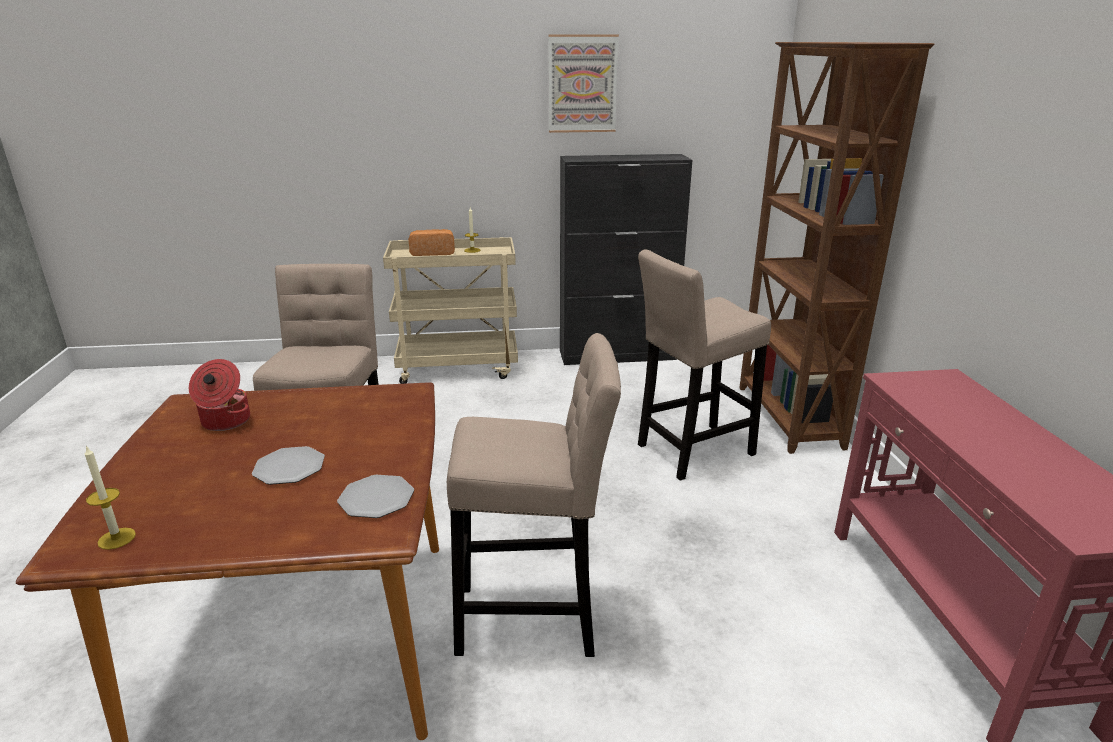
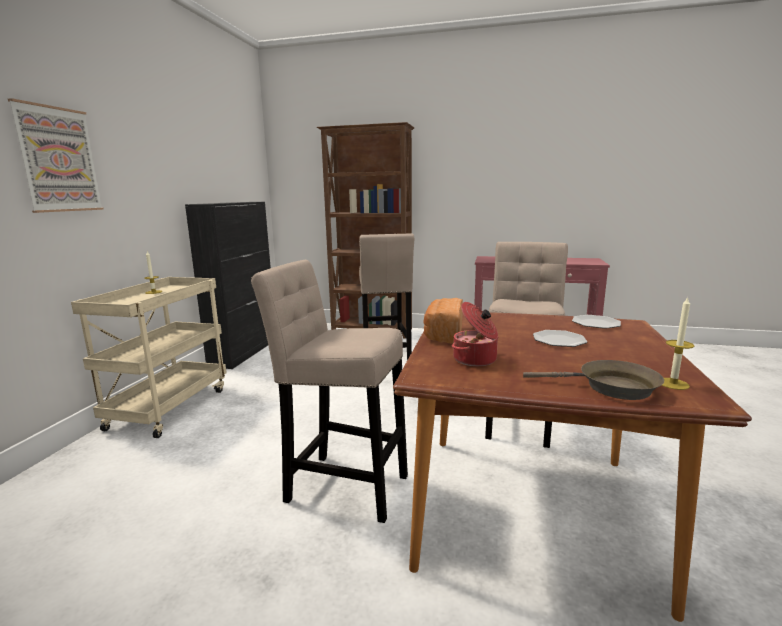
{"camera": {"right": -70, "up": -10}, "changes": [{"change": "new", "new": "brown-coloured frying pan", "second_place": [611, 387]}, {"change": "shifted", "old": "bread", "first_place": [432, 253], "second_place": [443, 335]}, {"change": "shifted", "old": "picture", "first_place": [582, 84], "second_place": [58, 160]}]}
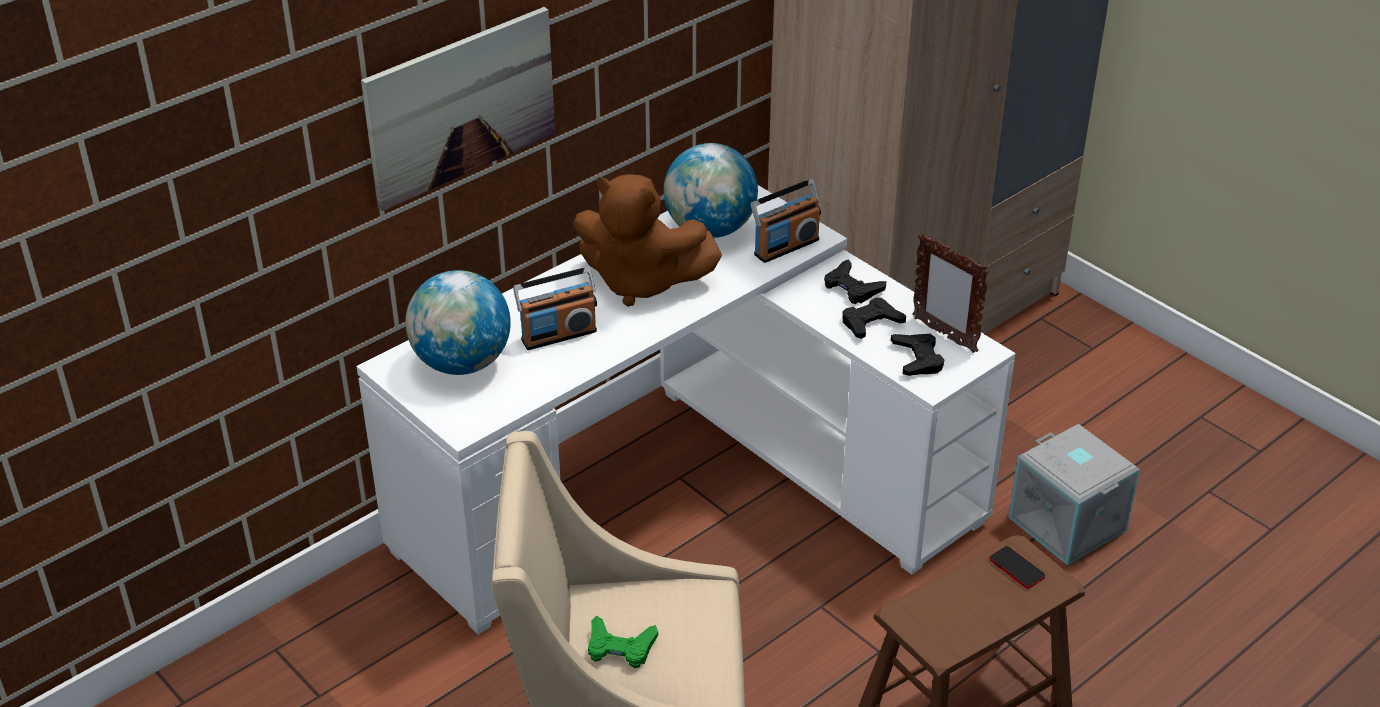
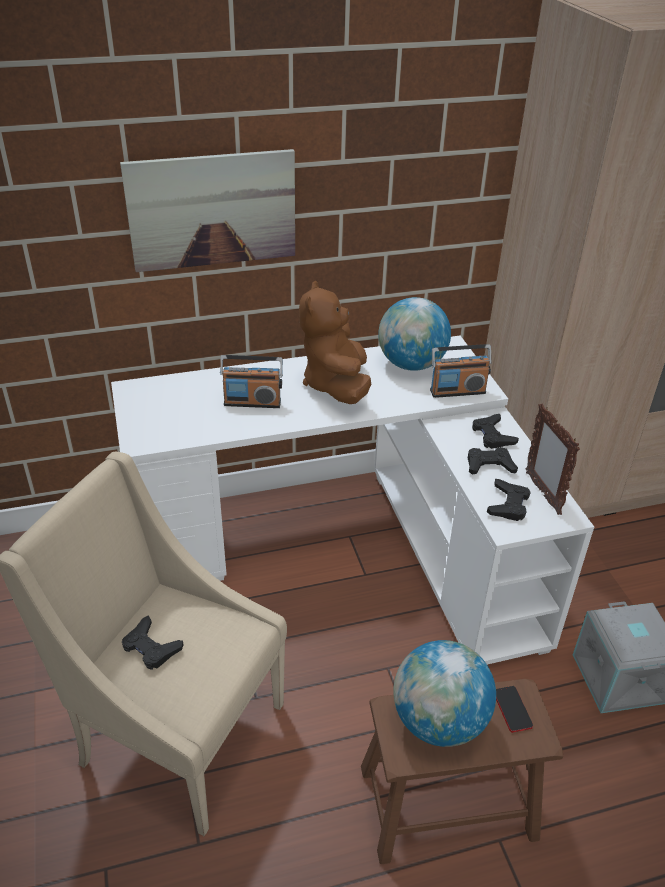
{"camera": {"right": 25, "up": 0}, "changes": [{"change": "shifted", "old": "world globe", "first_place": [462, 363], "second_place": [439, 722]}, {"change": "repainted", "old": "green gamepad", "new": "black-coloured gamepad", "first_place": [620, 647], "second_place": [151, 647]}, {"change": "rotated", "old": "brown-coloured soft toy", "first_place": [641, 282], "second_place": [336, 385], "degrees": 45}]}
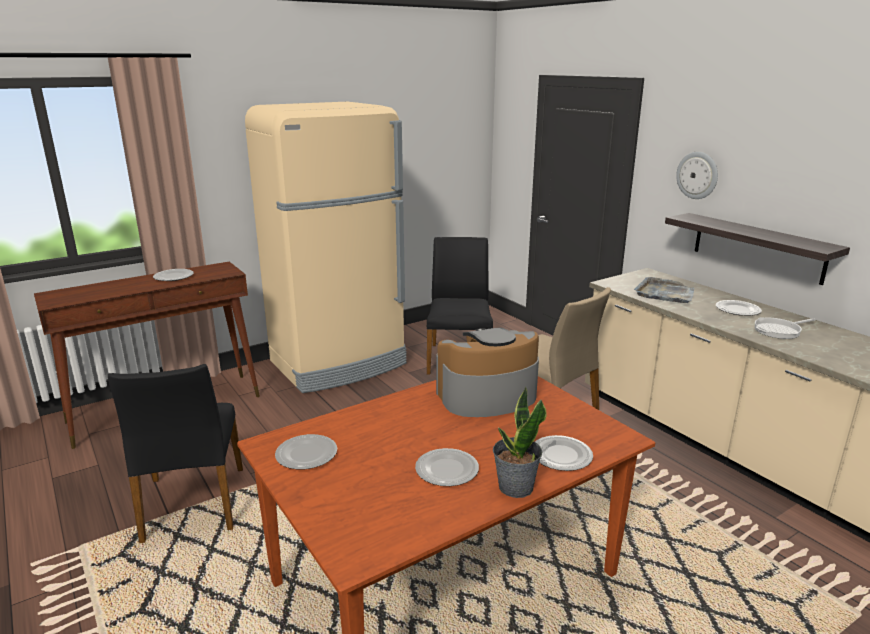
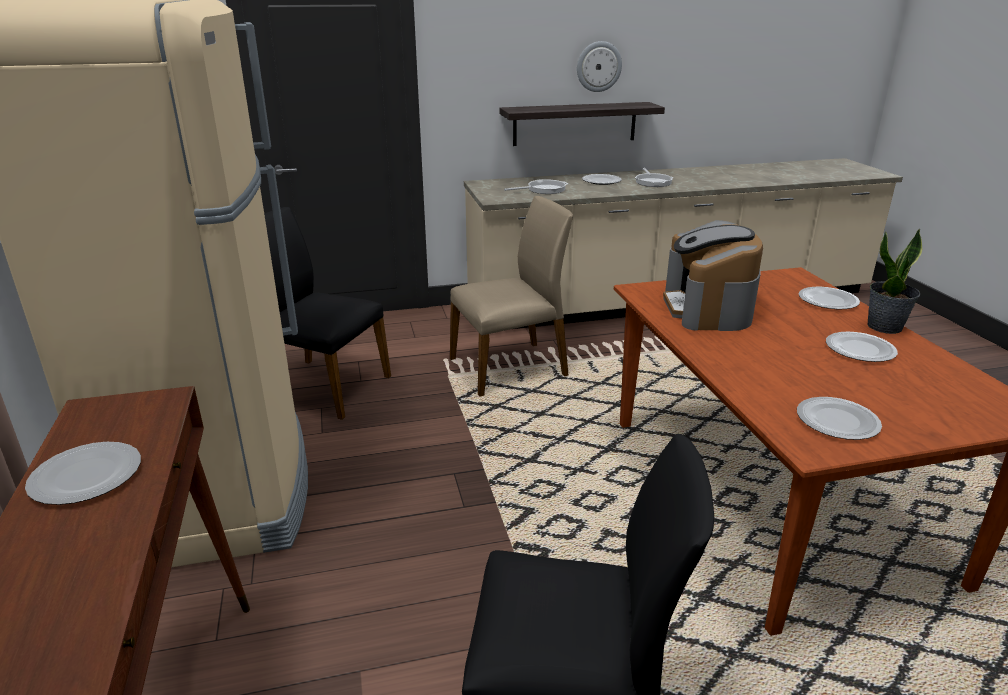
{"camera": {"right": -70, "up": 5}, "changes": [{"change": "shifted", "old": "hanging clock", "first_place": [697, 175], "second_place": [598, 66]}, {"change": "swapped", "old": "gray tray", "new": "frying pan", "first_place": [665, 293], "second_place": [543, 190]}]}
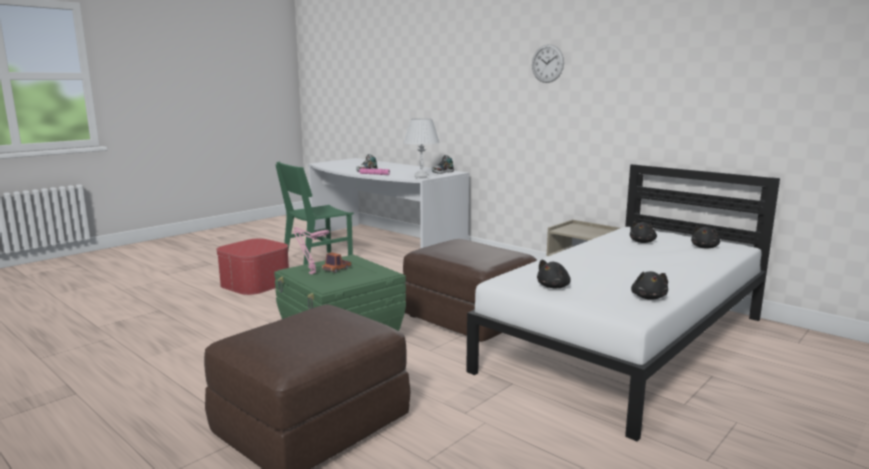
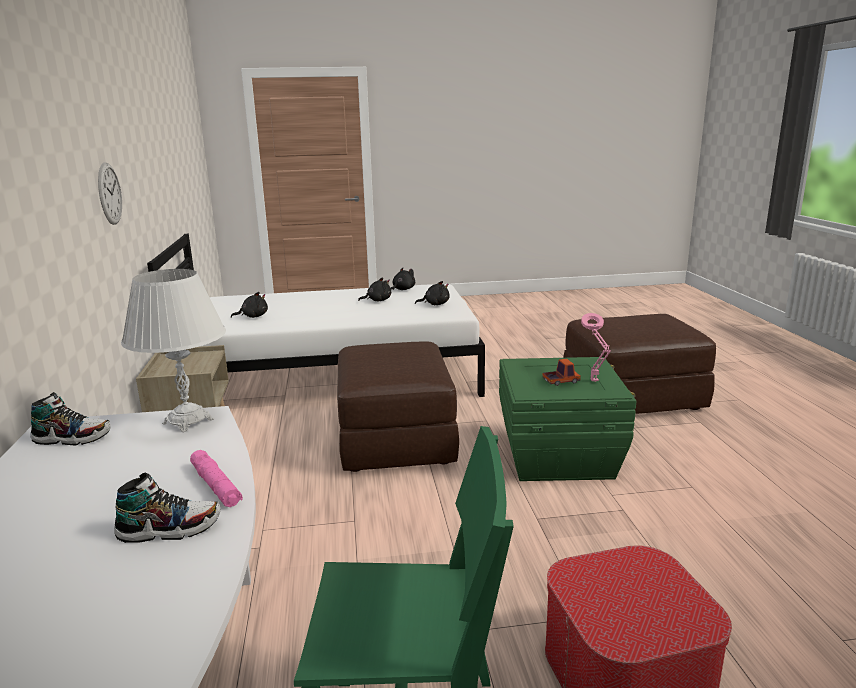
{"camera": {"right": -140, "up": 5}, "changes": [{"change": "shifted", "old": "hanging clock", "first_place": [547, 63], "second_place": [109, 193]}, {"change": "shifted", "old": "black-coloured soft toy", "first_place": [704, 247], "second_place": [377, 300]}]}
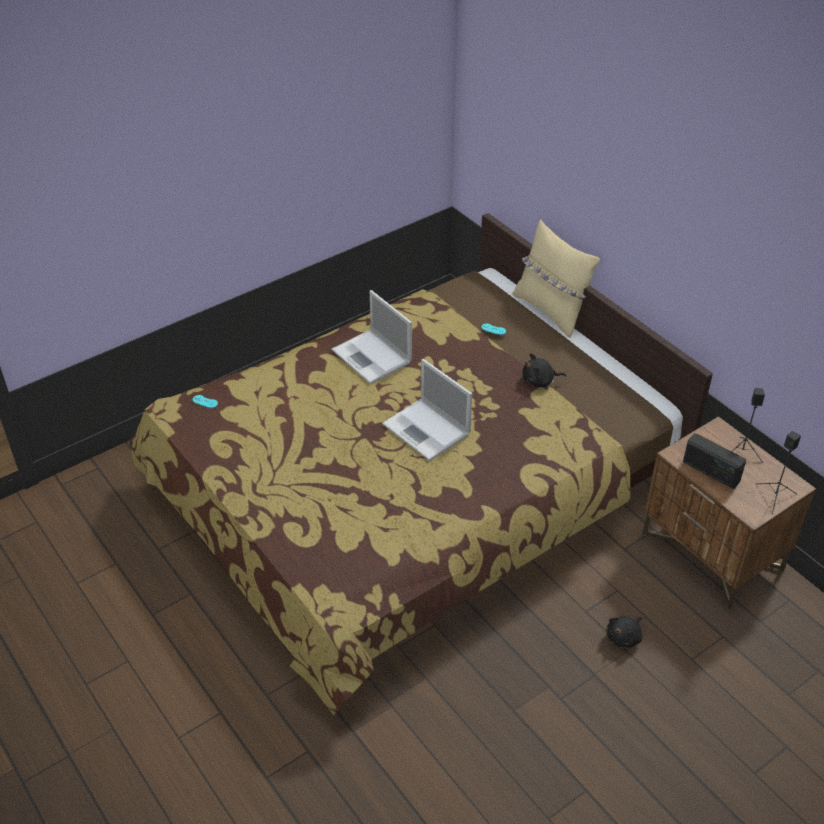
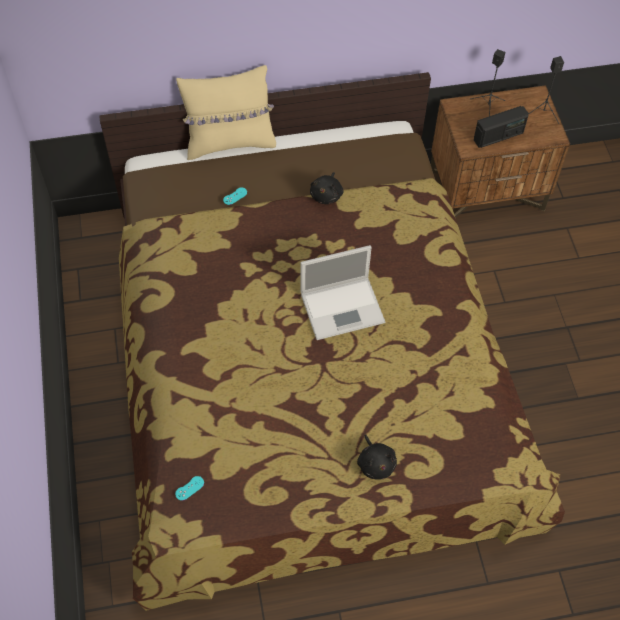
{"camera": {"right": -65, "up": 15}, "changes": [{"change": "gone", "old": "laptop", "first_place": [373, 357]}, {"change": "shifted", "old": "black-coloured soft toy", "first_place": [624, 637], "second_place": [376, 463]}]}
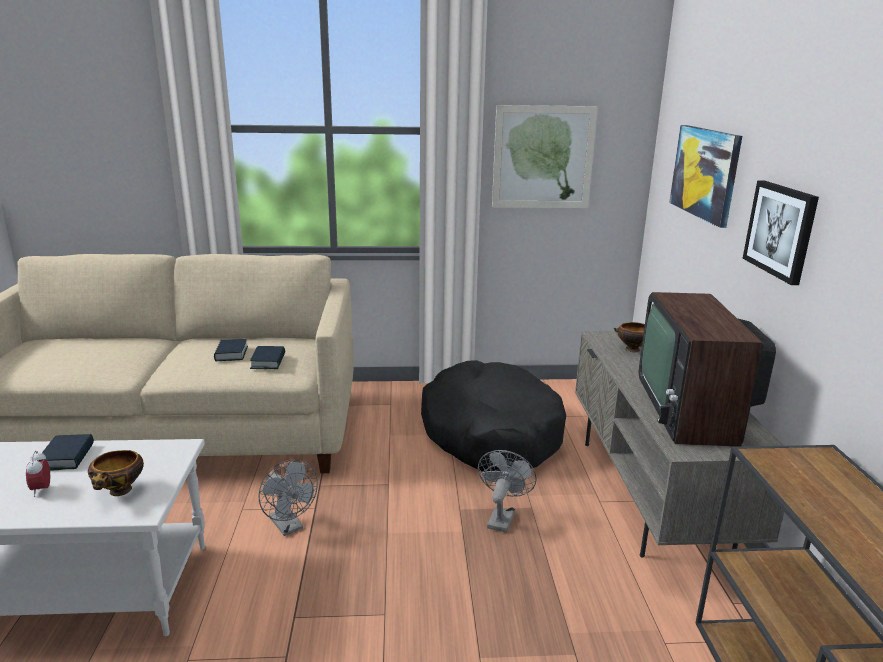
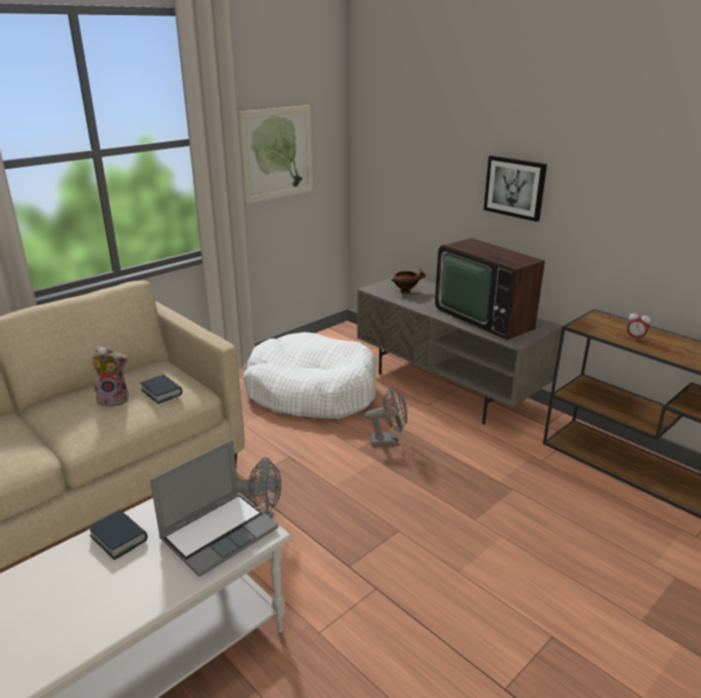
{"camera": {"right": -40, "up": 5}, "changes": [{"change": "gone", "old": "picture", "first_place": [705, 173]}, {"change": "shifted", "old": "bedside clock", "first_place": [42, 490], "second_place": [635, 338]}, {"change": "swapped", "old": "bowl", "new": "laptop", "first_place": [120, 492], "second_place": [219, 533]}, {"change": "swapped", "old": "bound book", "new": "soft toy", "first_place": [231, 354], "second_place": [114, 399]}, {"change": "repainted", "old": "black-coloured dog cushion", "new": "white-coloured dog cushion", "first_place": [490, 433], "second_place": [311, 391]}, {"change": "rotated", "old": "gray electric fan", "first_place": [502, 517], "second_place": [388, 440], "degrees": 105}]}
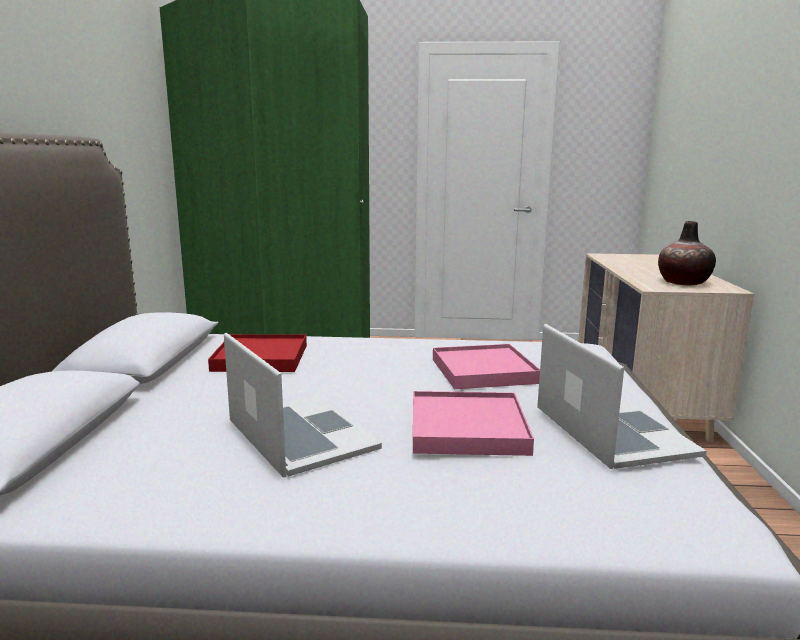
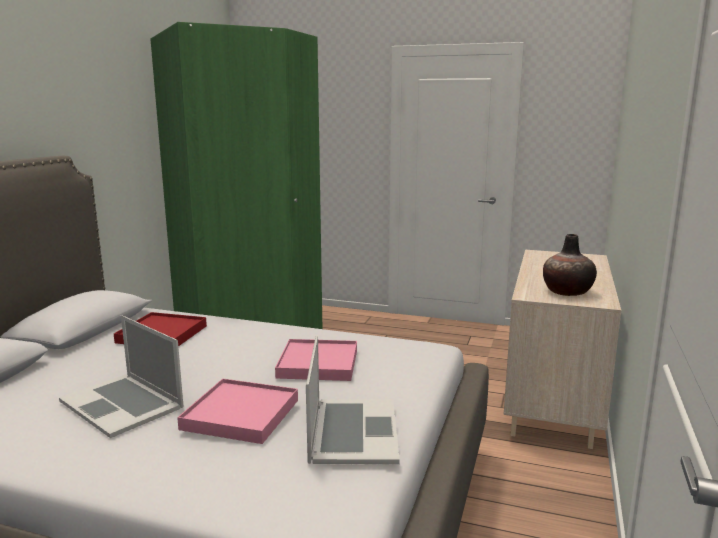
{"camera": {"right": 15, "up": 0}, "changes": [{"change": "rotated", "old": "laptop", "first_place": [300, 434], "second_place": [122, 404], "degrees": 150}]}
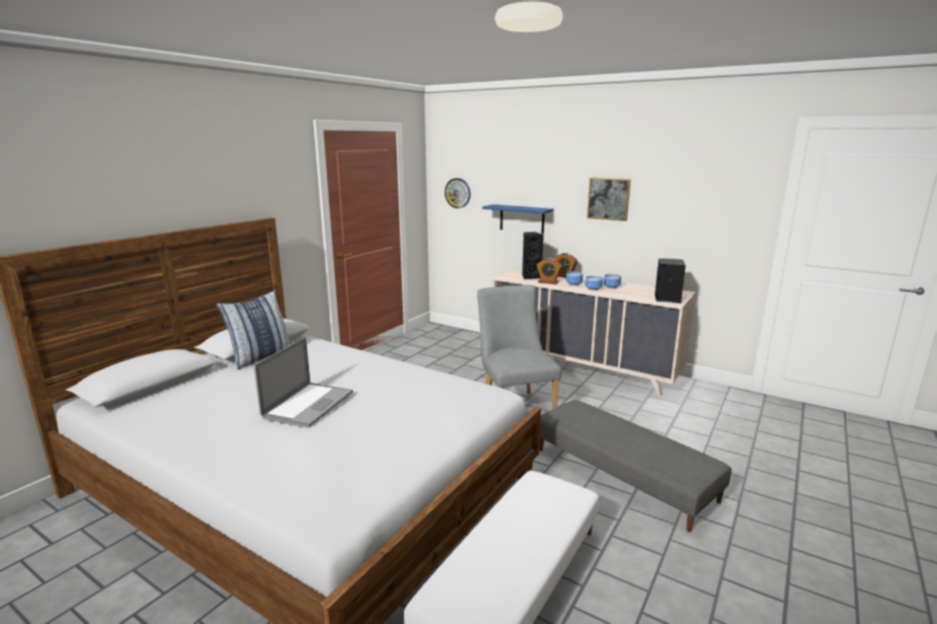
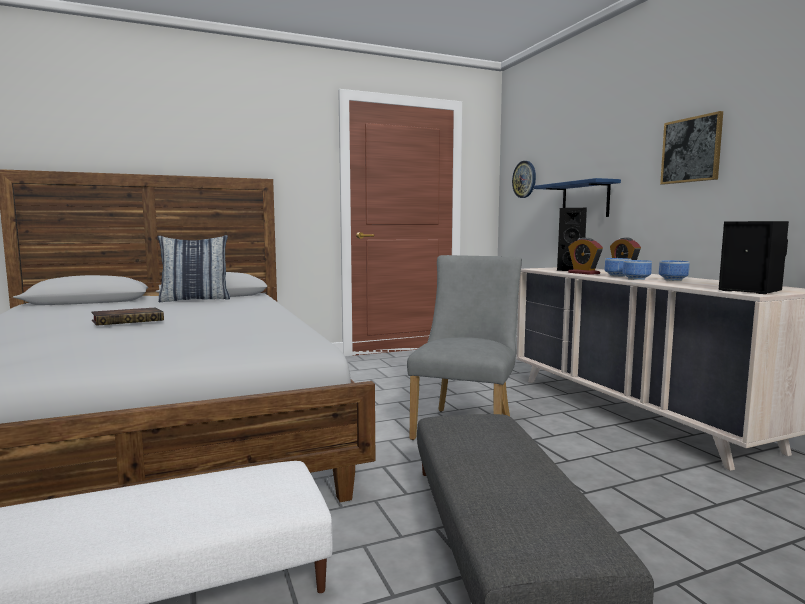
{"camera": {"right": 35, "up": -10}, "changes": [{"change": "swapped", "old": "laptop", "new": "bound book", "first_place": [308, 404], "second_place": [129, 320]}]}
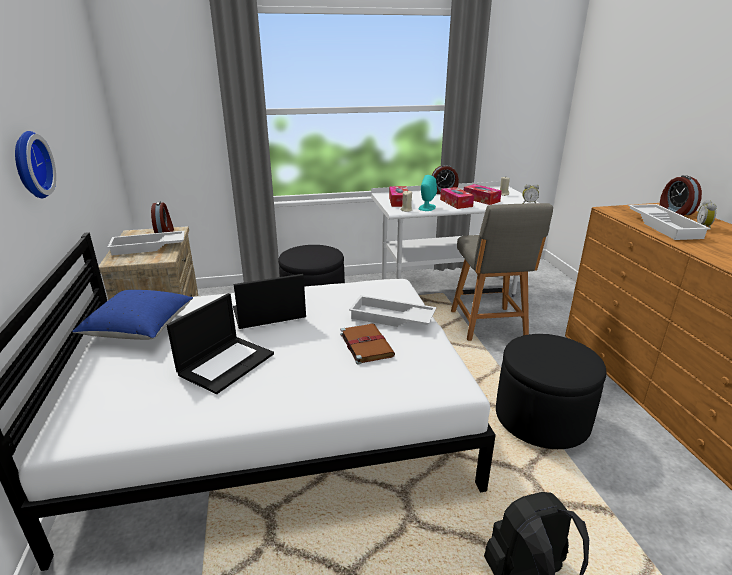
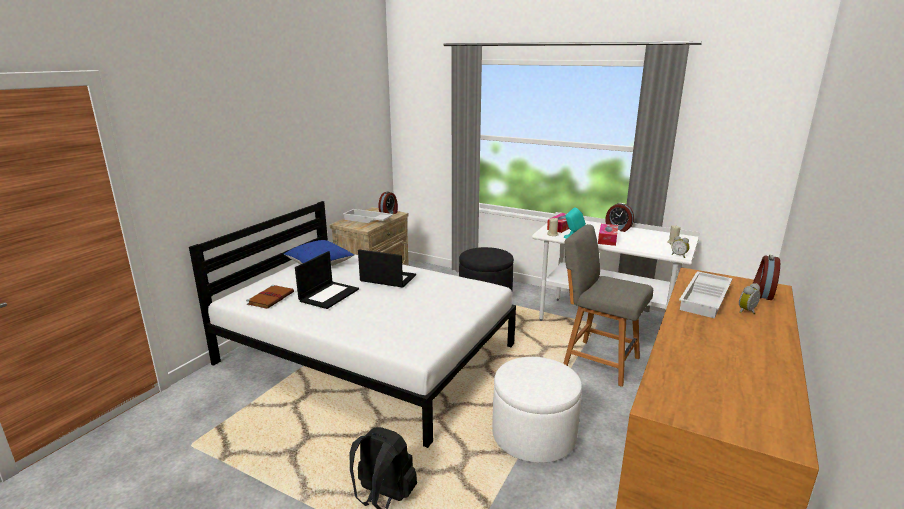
{"camera": {"right": 40, "up": -5}, "changes": [{"change": "gone", "old": "hanging clock", "first_place": [29, 165]}, {"change": "gone", "old": "white-coloured tray", "first_place": [391, 318]}, {"change": "gone", "old": "tissue box", "first_place": [481, 199]}, {"change": "shifted", "old": "brown-coloured bound book", "first_place": [366, 344], "second_place": [271, 298]}, {"change": "repainted", "old": "black-coloured footrest", "new": "white-coloured footrest", "first_place": [541, 419], "second_place": [533, 435]}, {"change": "rotated", "old": "laptop", "first_place": [226, 363], "second_place": [329, 295], "degrees": -45}, {"change": "rotated", "old": "gray chair", "first_place": [488, 325], "second_place": [598, 361], "degrees": 90}]}
